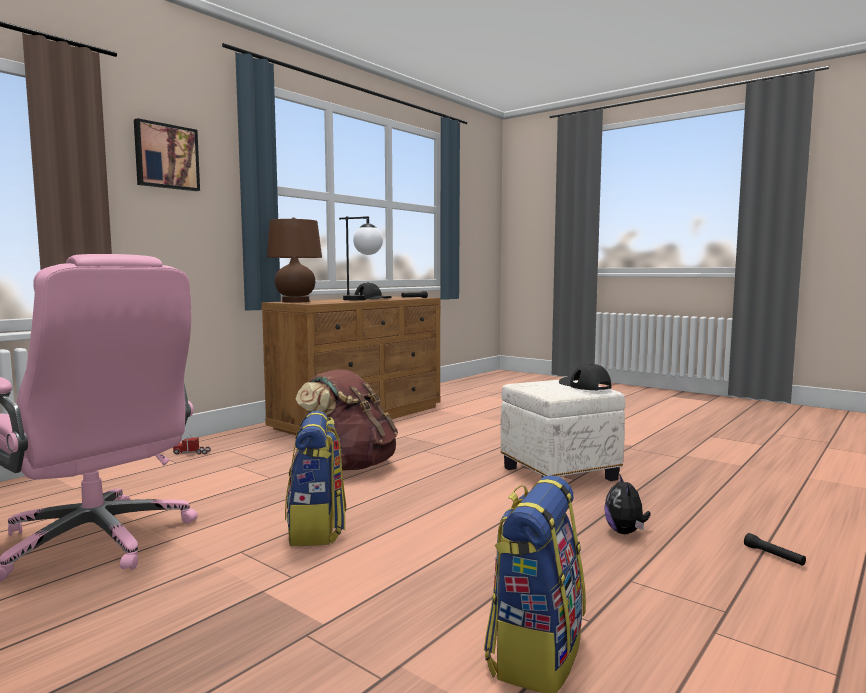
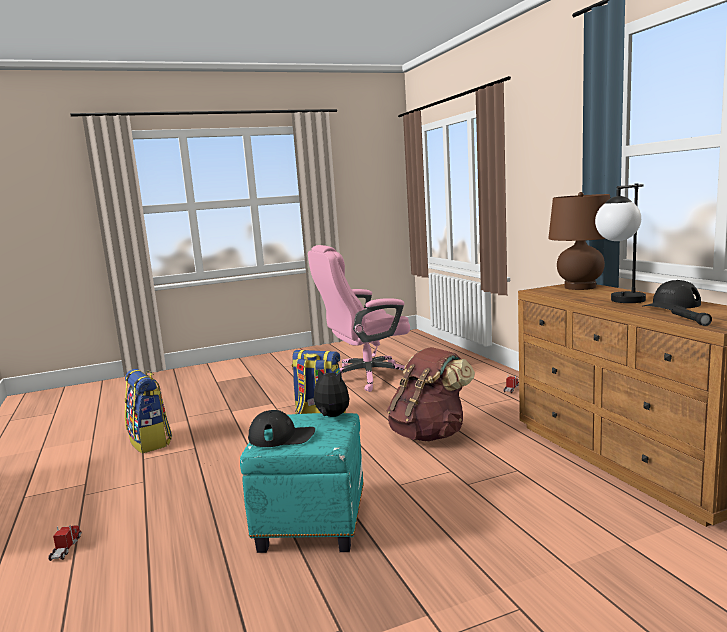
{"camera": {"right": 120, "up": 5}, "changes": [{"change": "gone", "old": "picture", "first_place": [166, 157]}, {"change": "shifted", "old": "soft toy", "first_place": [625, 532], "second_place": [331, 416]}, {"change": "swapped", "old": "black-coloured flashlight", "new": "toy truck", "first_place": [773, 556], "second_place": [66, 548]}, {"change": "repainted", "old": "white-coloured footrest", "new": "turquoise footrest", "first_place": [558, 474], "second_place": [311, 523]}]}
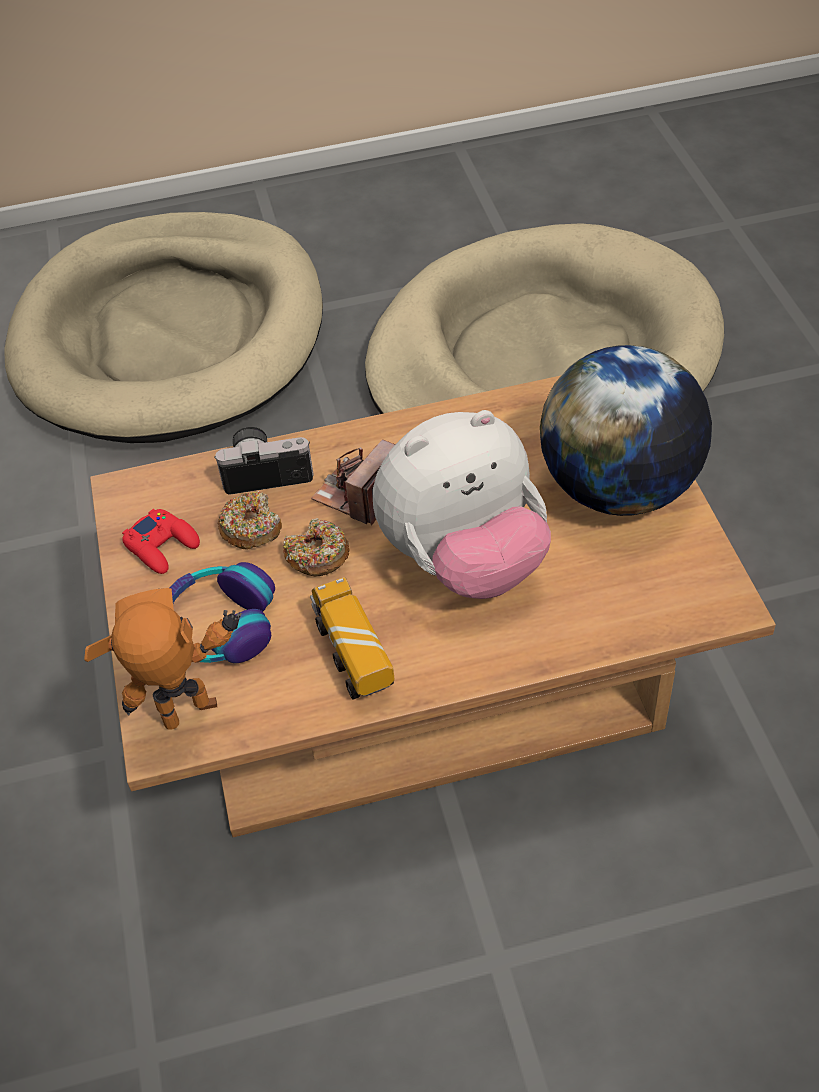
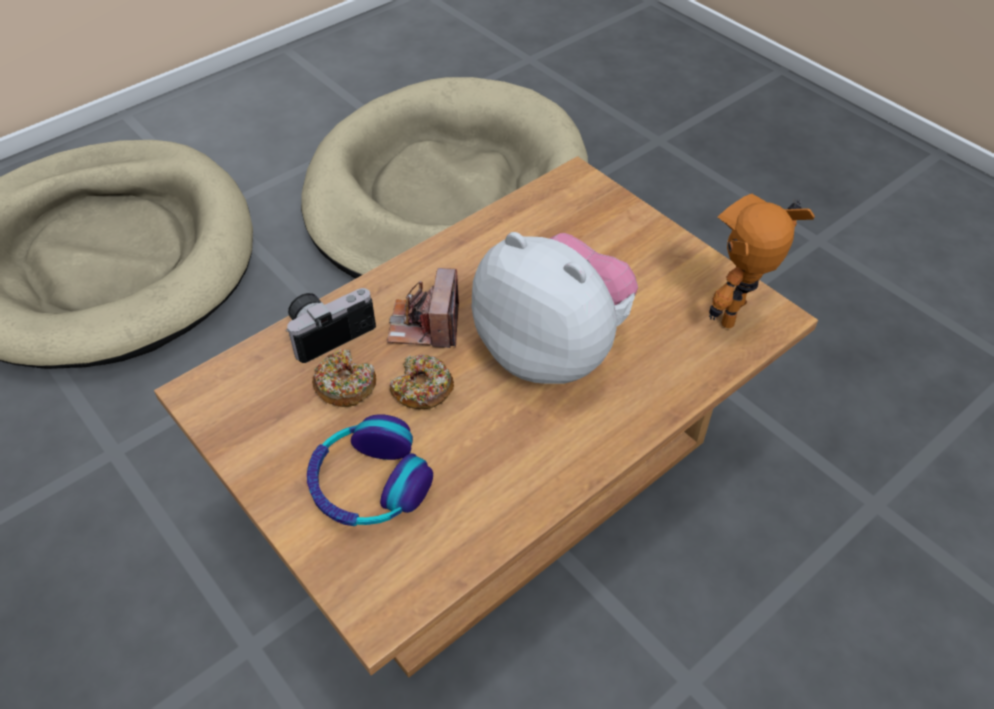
{"camera": {"right": -30, "up": 0}, "changes": [{"change": "gone", "old": "reddish gamepad", "first_place": [163, 546]}, {"change": "gone", "old": "toy truck", "first_place": [353, 653]}, {"change": "gone", "old": "world globe", "first_place": [619, 489]}, {"change": "shifted", "old": "model robot", "first_place": [195, 721], "second_place": [740, 317]}, {"change": "rotated", "old": "soft toy", "first_place": [465, 561], "second_place": [552, 351], "degrees": -90}]}
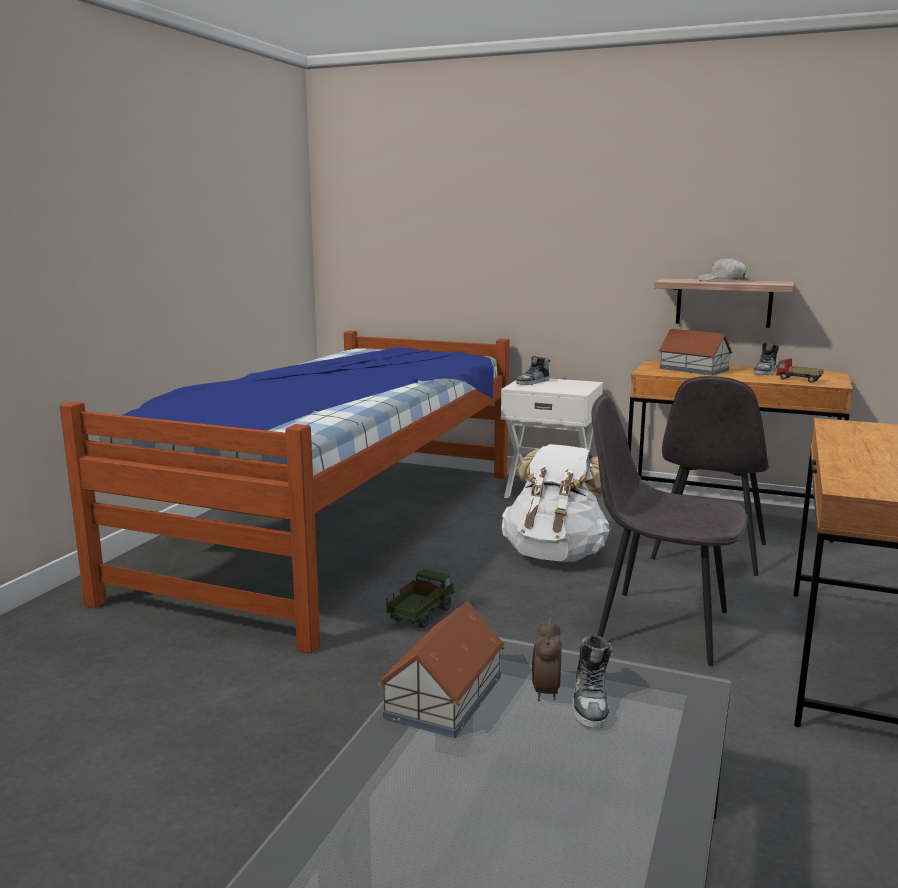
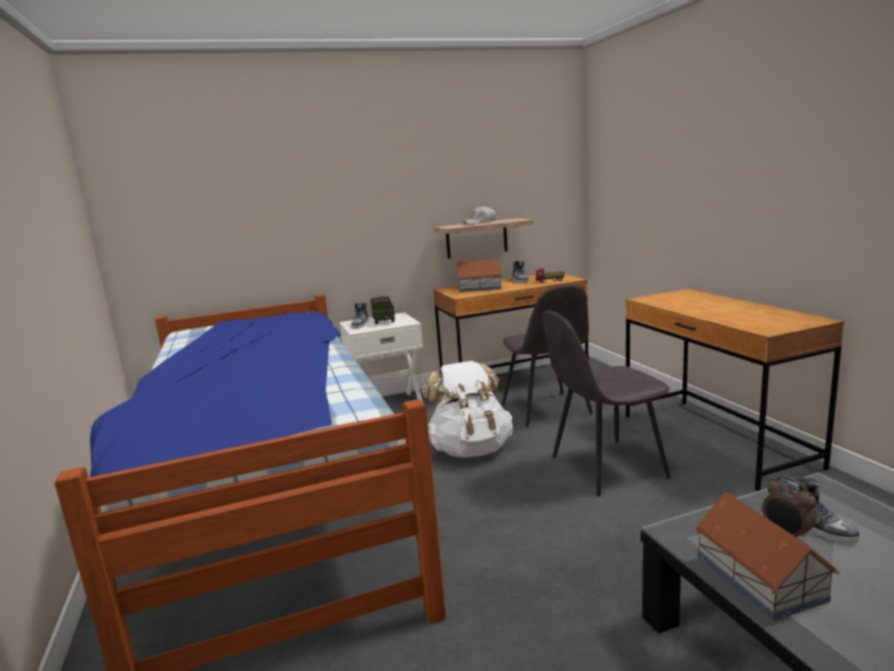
{"camera": {"right": -40, "up": 0}, "changes": [{"change": "shifted", "old": "toy truck", "first_place": [421, 616], "second_place": [383, 320]}]}
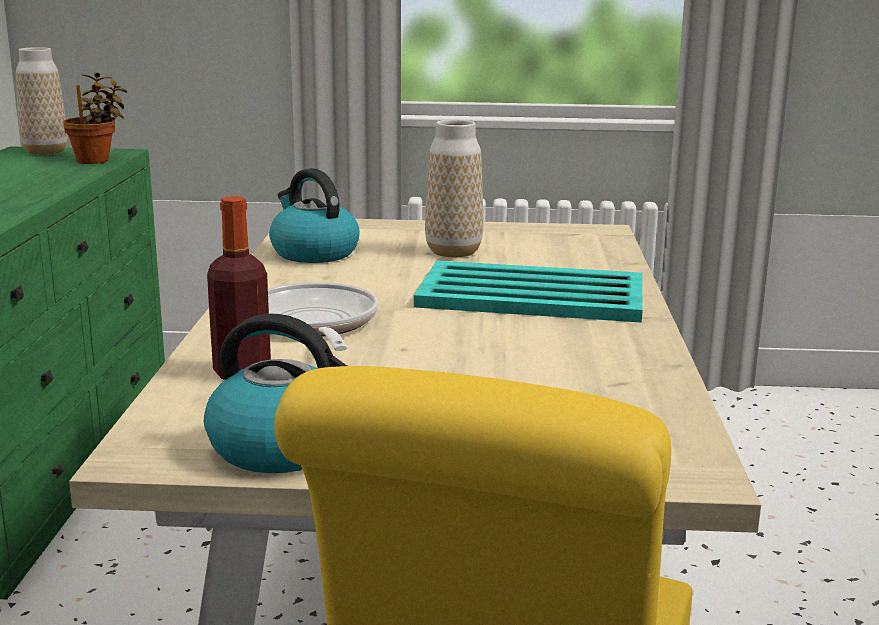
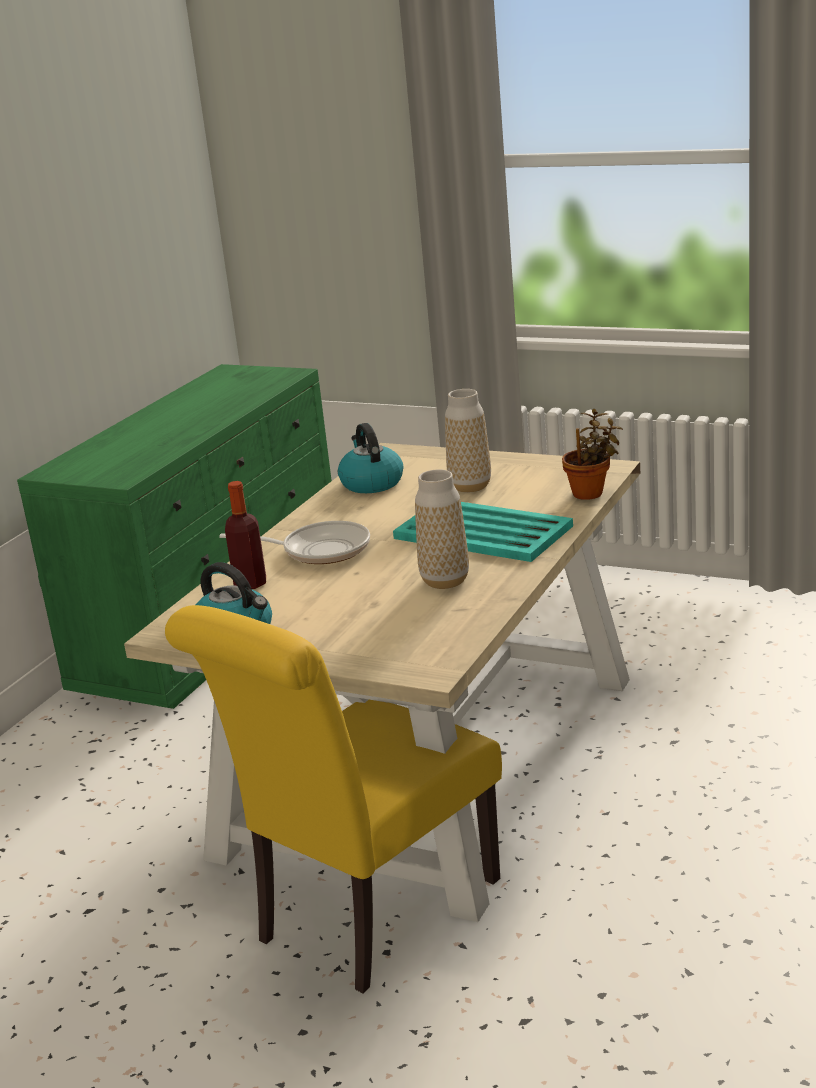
{"camera": {"right": 25, "up": 5}, "changes": [{"change": "shifted", "old": "flower vase", "first_place": [45, 151], "second_place": [445, 581]}, {"change": "shifted", "old": "plant in a pot", "first_place": [97, 160], "second_place": [591, 493]}, {"change": "rotated", "old": "frying pan", "first_place": [314, 325], "second_place": [318, 550], "degrees": 90}]}
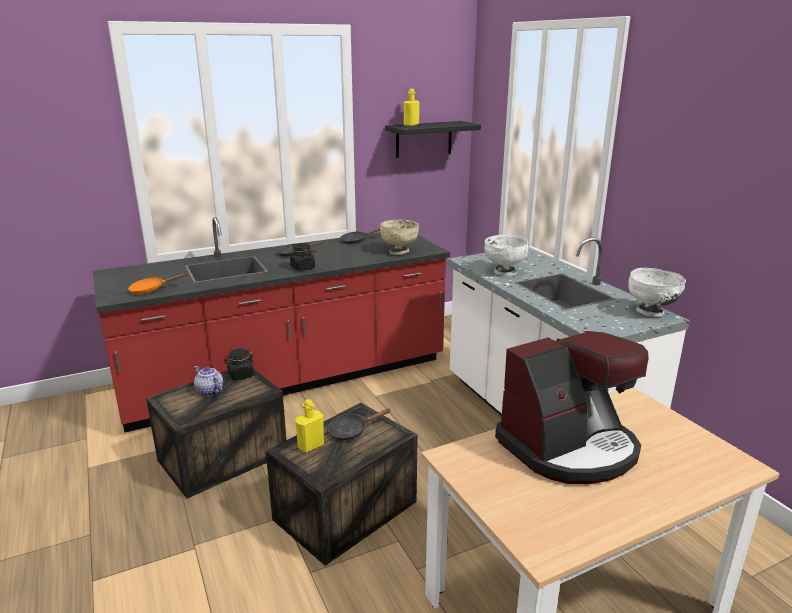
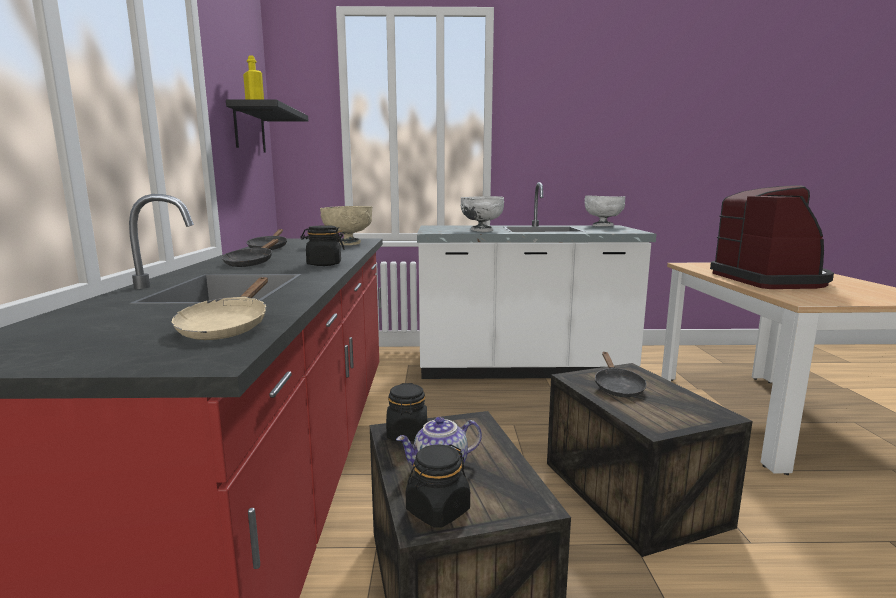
{"camera": {"right": -65, "up": -10}, "changes": [{"change": "gone", "old": "yellowish bottle", "first_place": [311, 446]}, {"change": "new", "new": "black-coloured storage jar", "second_place": [437, 510]}, {"change": "repainted", "old": "orange frying pan", "new": "sand-coloured frying pan", "first_place": [151, 290], "second_place": [227, 327]}]}
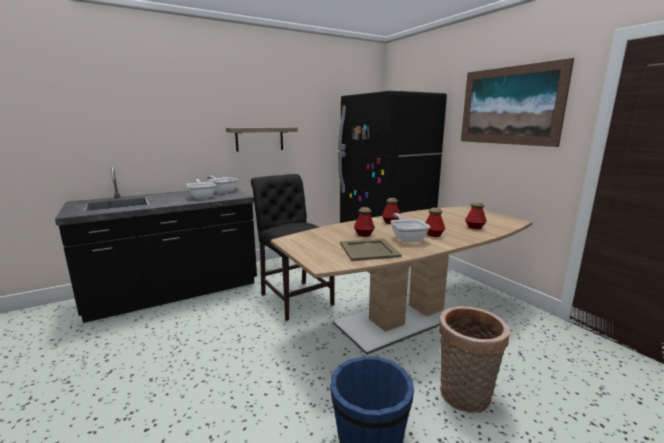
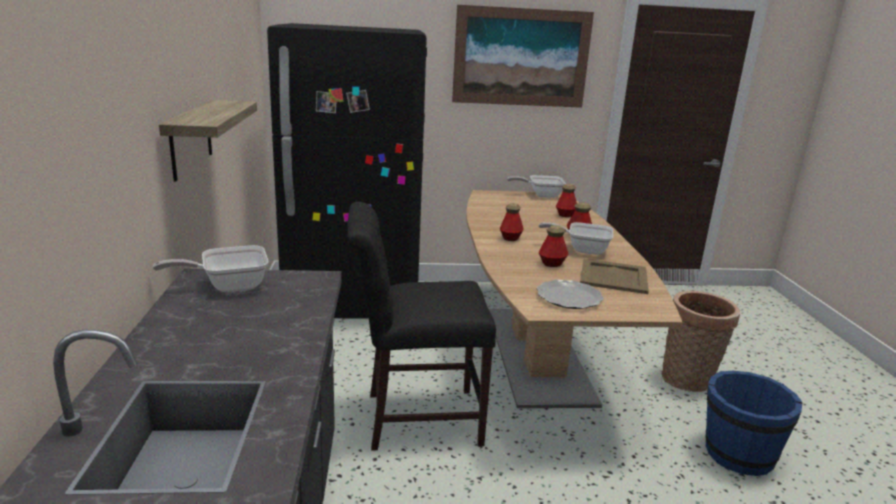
{"camera": {"right": -65, "up": 5}, "changes": [{"change": "new", "new": "dinner plate", "second_place": [569, 297]}, {"change": "shifted", "old": "frying pan", "first_place": [202, 196], "second_place": [541, 195]}]}
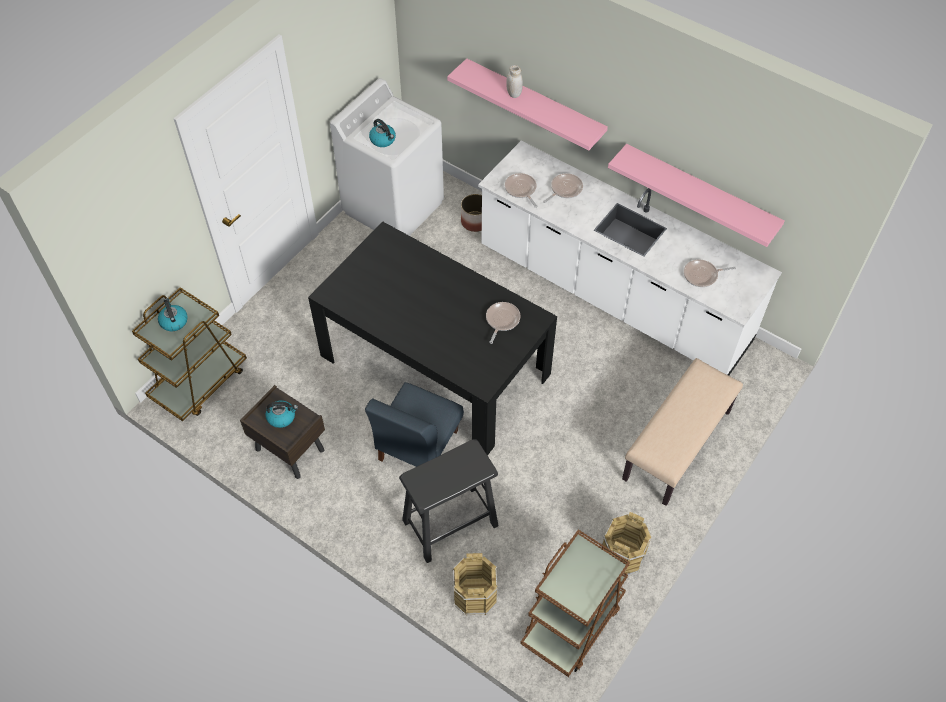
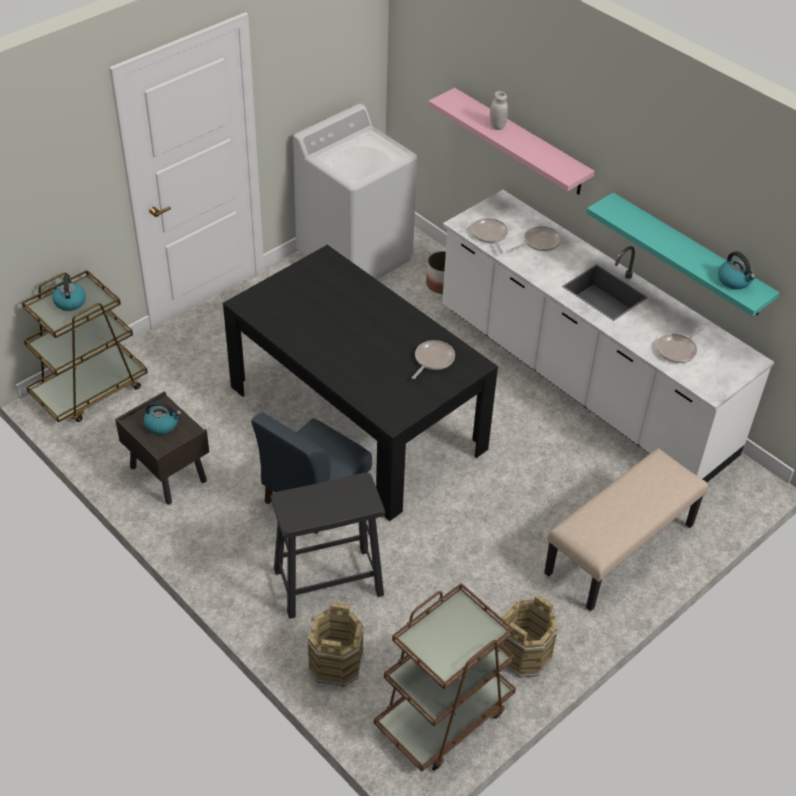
{"camera": {"right": 10, "up": -10}, "changes": [{"change": "shifted", "old": "kettle", "first_place": [383, 140], "second_place": [734, 281]}, {"change": "repainted", "old": "pinkish wall shelf", "new": "turquoise wall shelf", "first_place": [700, 192], "second_place": [689, 255]}, {"change": "rotated", "old": "frying pan", "first_place": [702, 275], "second_place": [678, 350], "degrees": -45}]}
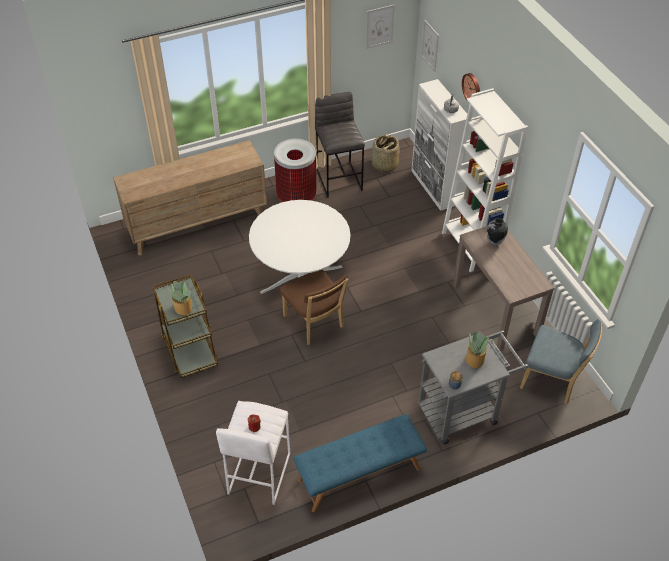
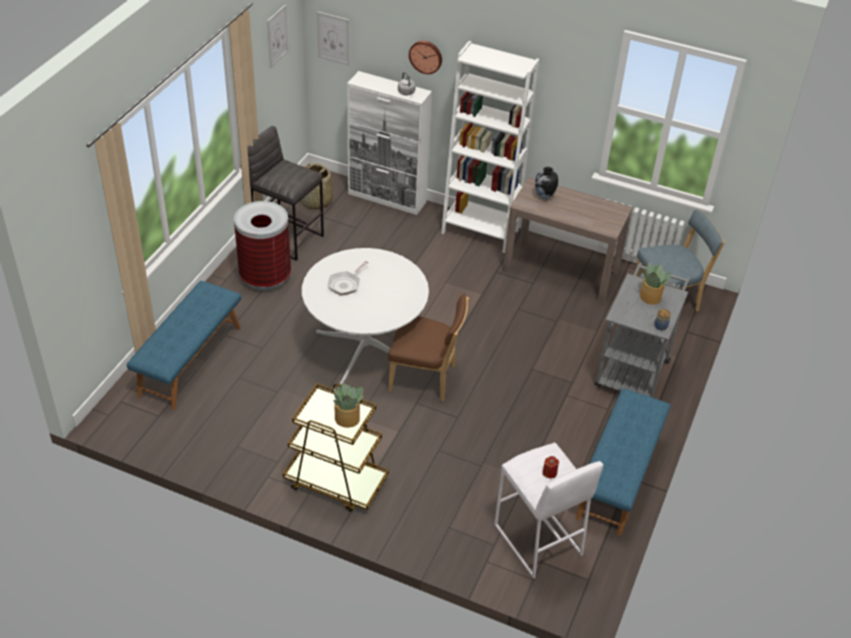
{"camera": {"right": -45, "up": -5}, "changes": [{"change": "new", "new": "frying pan", "second_place": [345, 284]}, {"change": "swapped", "old": "brown-coloured chest of drawers", "new": "bluish indoor bench", "first_place": [197, 223], "second_place": [189, 360]}]}
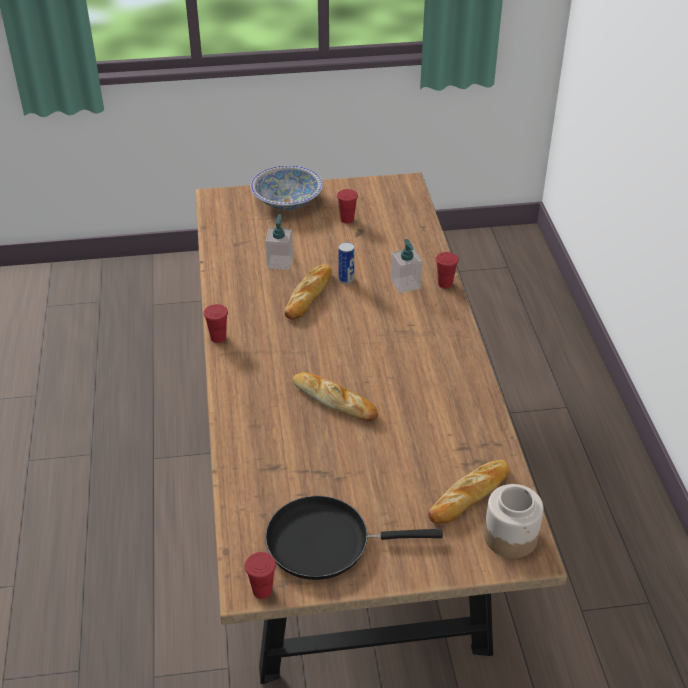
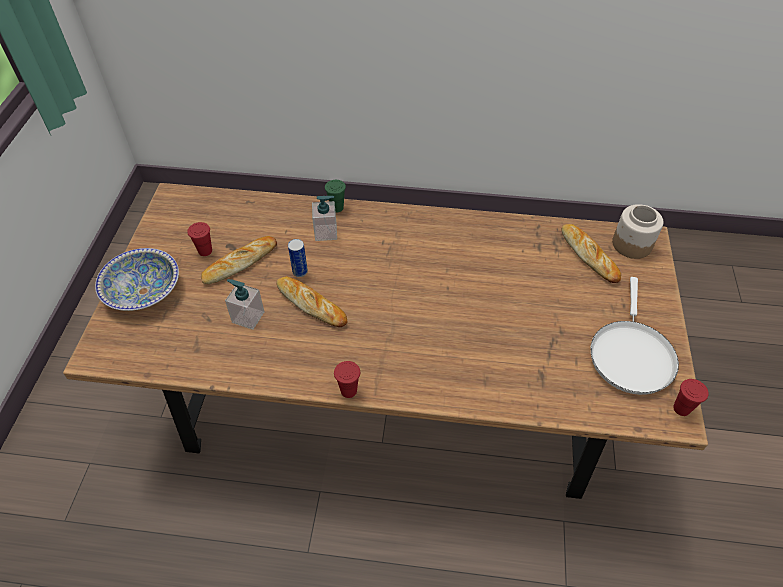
{"camera": {"right": -75, "up": 10}, "changes": [{"change": "shifted", "old": "bread", "first_place": [334, 400], "second_place": [240, 263]}, {"change": "repainted", "old": "black-coloured frying pan", "new": "white-coloured frying pan", "first_place": [325, 542], "second_place": [631, 354]}, {"change": "repainted", "old": "reddish cup", "new": "green cup", "first_place": [445, 284], "second_place": [337, 207]}]}
